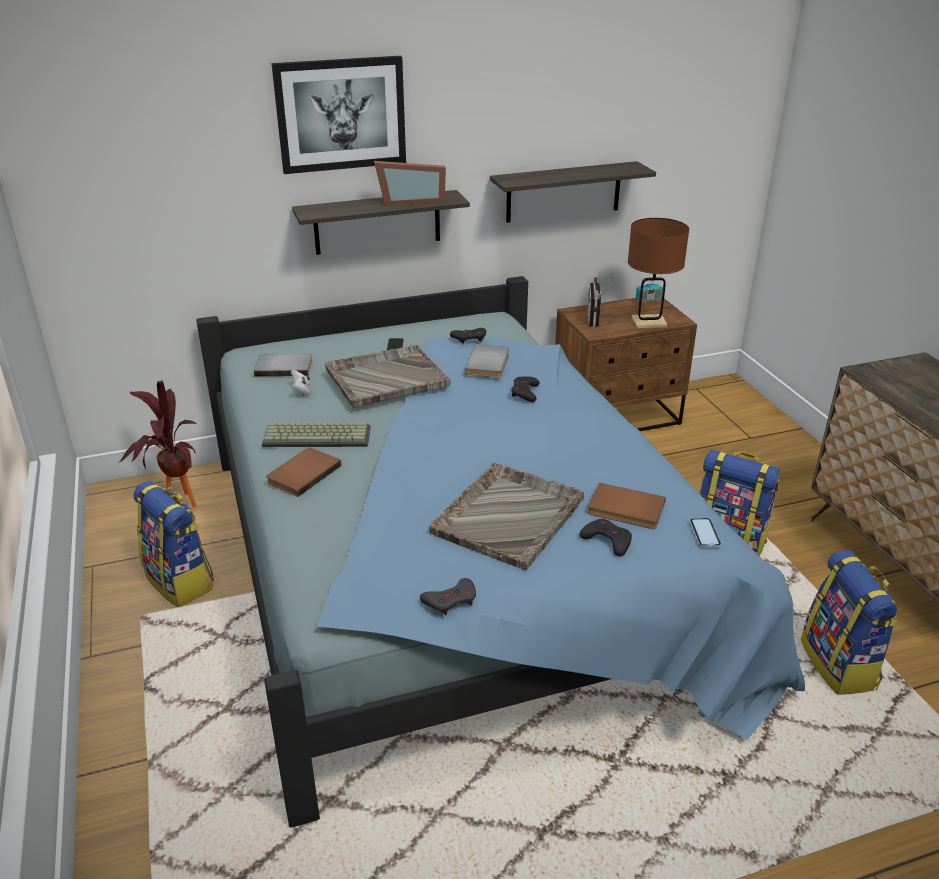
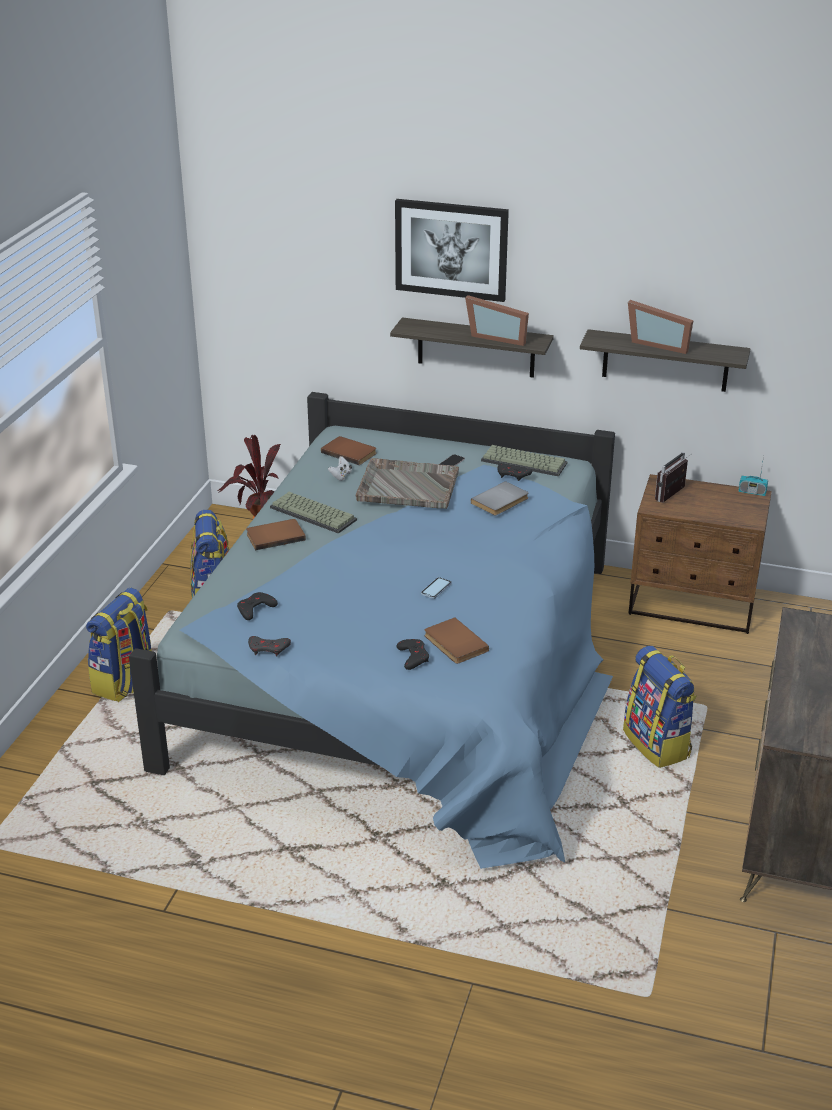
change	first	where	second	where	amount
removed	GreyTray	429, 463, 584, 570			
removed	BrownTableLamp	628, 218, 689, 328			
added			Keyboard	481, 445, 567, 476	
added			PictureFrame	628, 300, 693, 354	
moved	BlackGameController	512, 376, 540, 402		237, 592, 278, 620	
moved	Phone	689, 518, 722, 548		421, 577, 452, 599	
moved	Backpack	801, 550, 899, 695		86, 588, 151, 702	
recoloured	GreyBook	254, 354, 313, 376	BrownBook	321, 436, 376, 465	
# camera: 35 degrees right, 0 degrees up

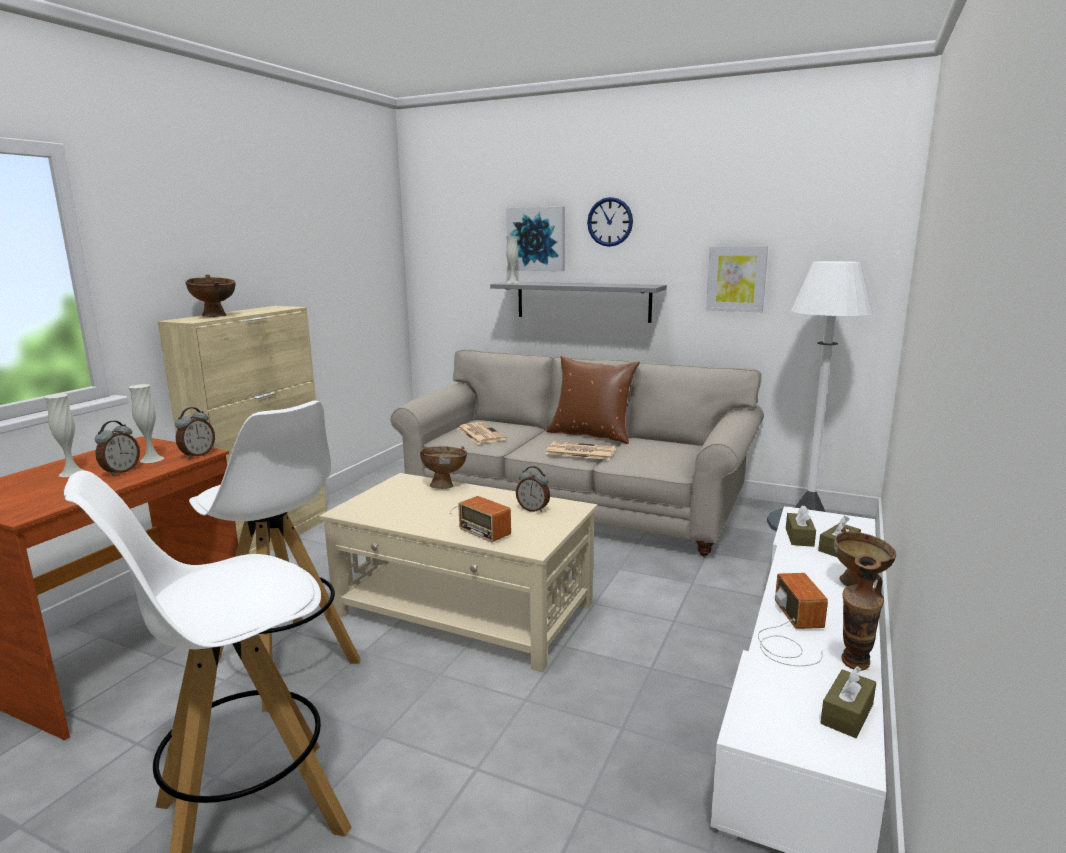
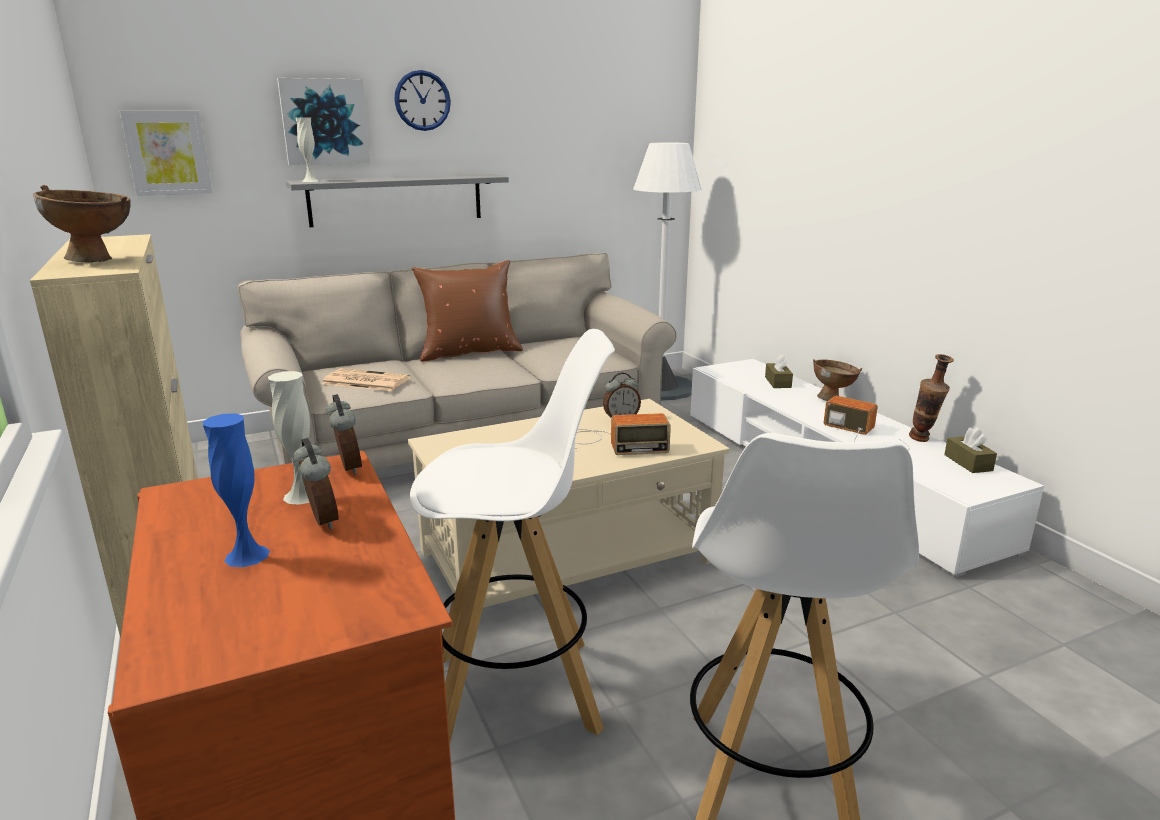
change	first	where	second	where	amount
removed	BrownBowl	420, 446, 467, 489			
removed	Newspaper	546, 441, 616, 460			
removed	BrownTissueBox	786, 505, 816, 547			
moved	Picture	706, 246, 768, 312		120, 110, 212, 196	
recoloured	WhiteVase	44, 394, 85, 477	BlueVase	203, 413, 270, 567	
# camera: 50 degrees left, 5 degrees up

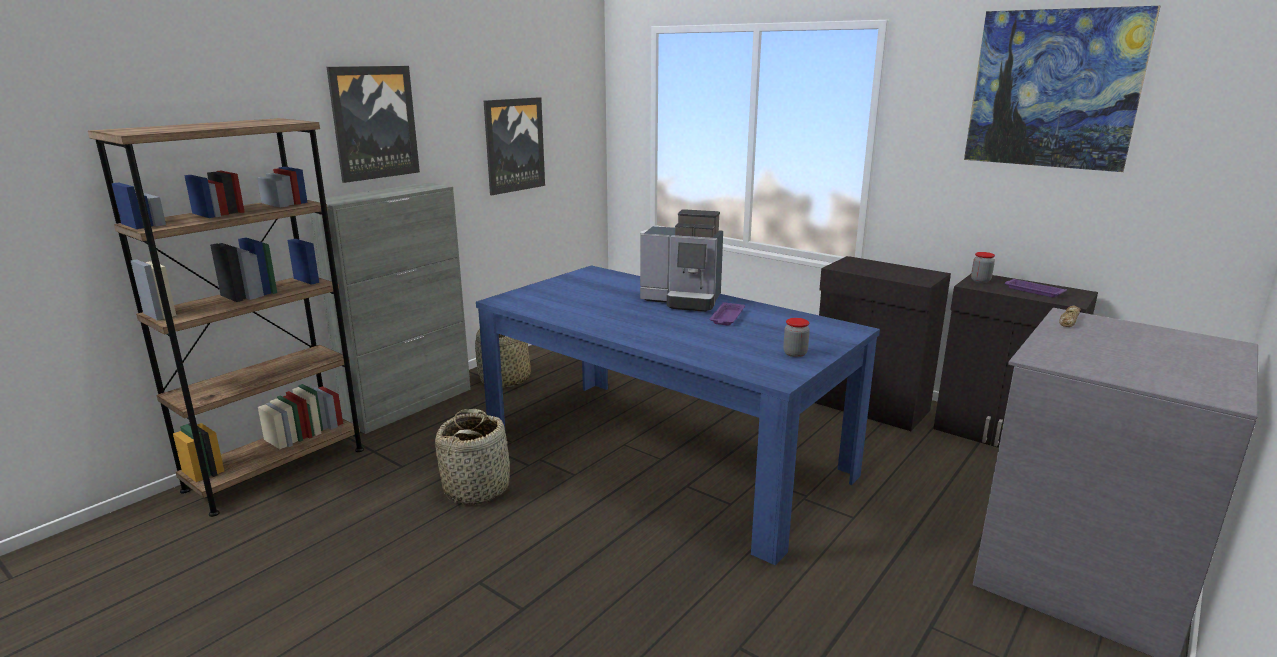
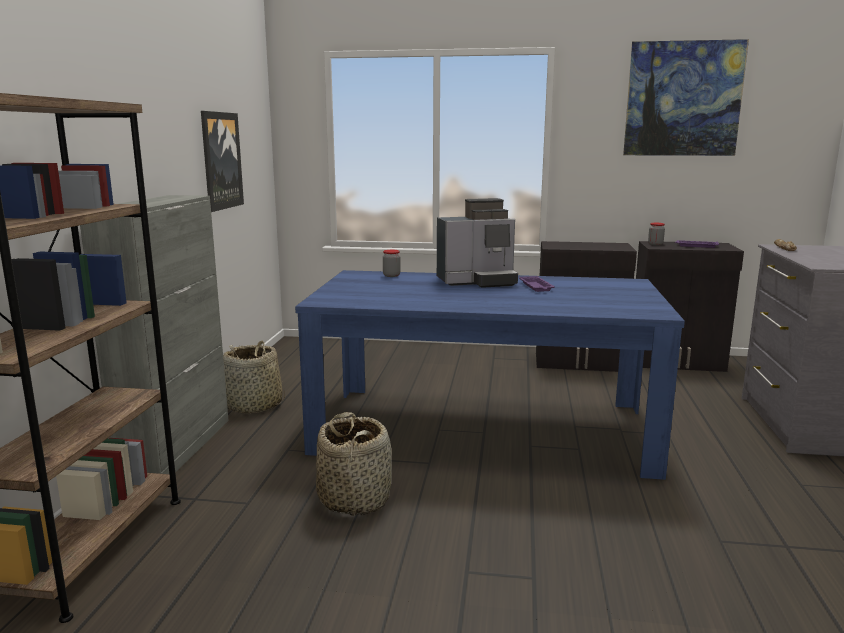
change	first	where	second	where	amount
removed	Picture	326, 66, 420, 183			
moved	Jar	783, 318, 810, 357		383, 250, 401, 277	
# camera: 30 degrees left, 5 degrees down

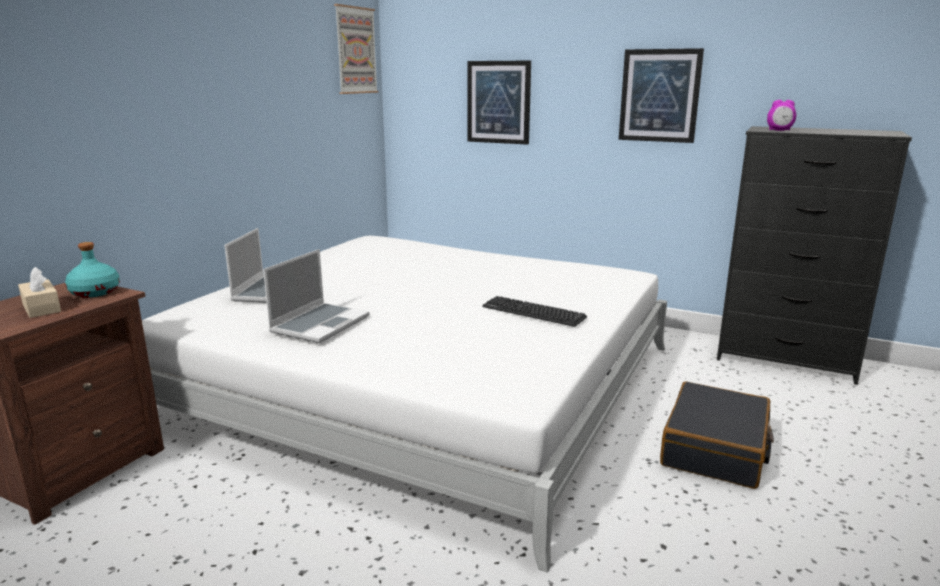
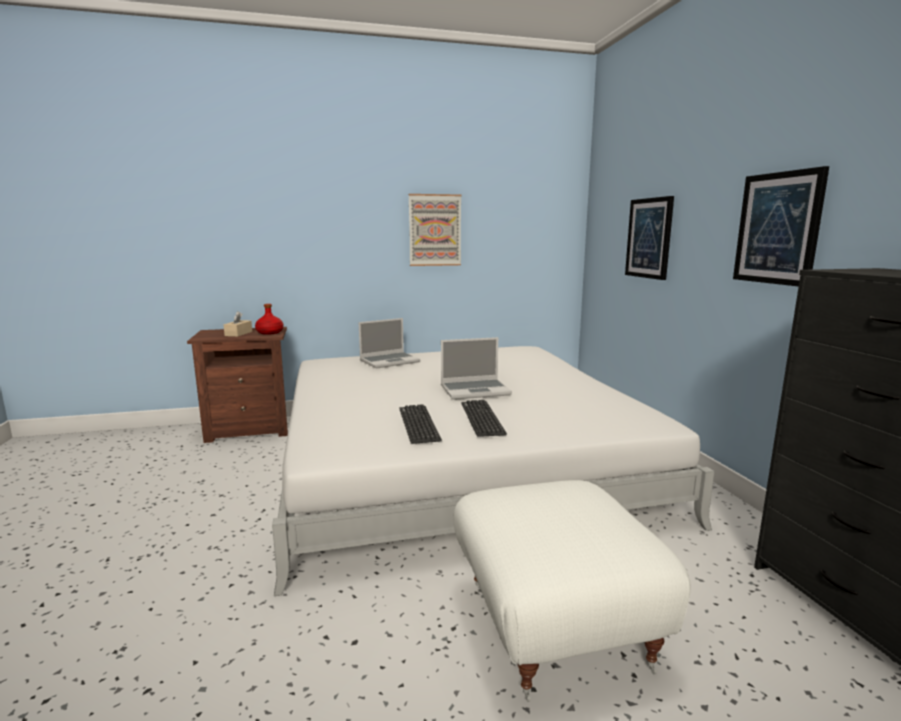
change	first	where	second	where	amount
removed	AlarmClock	767, 100, 796, 131			
added			Keyboard	399, 404, 442, 444	
moved	Laptop	263, 249, 369, 343		441, 337, 512, 400	
moved	Picture	334, 4, 379, 94		409, 194, 461, 266	
replaced	BlackSuitcase	660, 382, 774, 489	WhiteOttoman	453, 480, 690, 702	
recoloured	TurquoiseBottle	65, 242, 120, 298	RedBottle	255, 304, 284, 335	
# camera: 50 degrees right, 5 degrees down

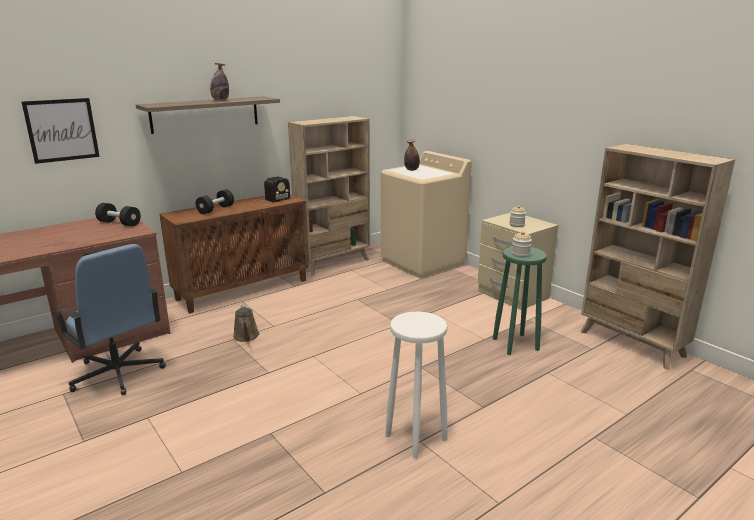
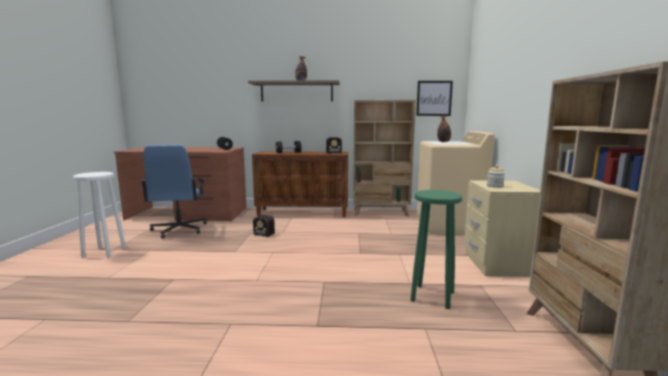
change	first	where	second	where	amount
removed	Jar	512, 231, 532, 258			
moved	Picture	22, 98, 100, 164		416, 81, 453, 116	
moved	WhiteStool	385, 312, 447, 459		73, 172, 126, 258	
replaced	BrownWateringCan	233, 304, 260, 342	Radio	248, 215, 275, 237	
# camera: 40 degrees right, 10 degrees down

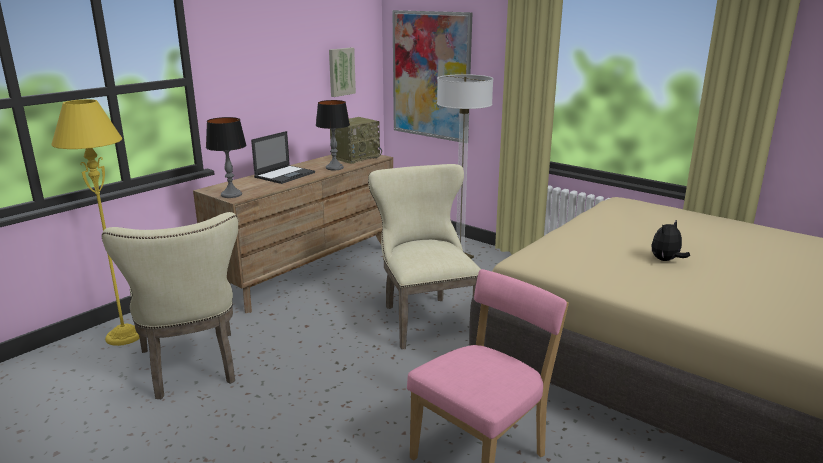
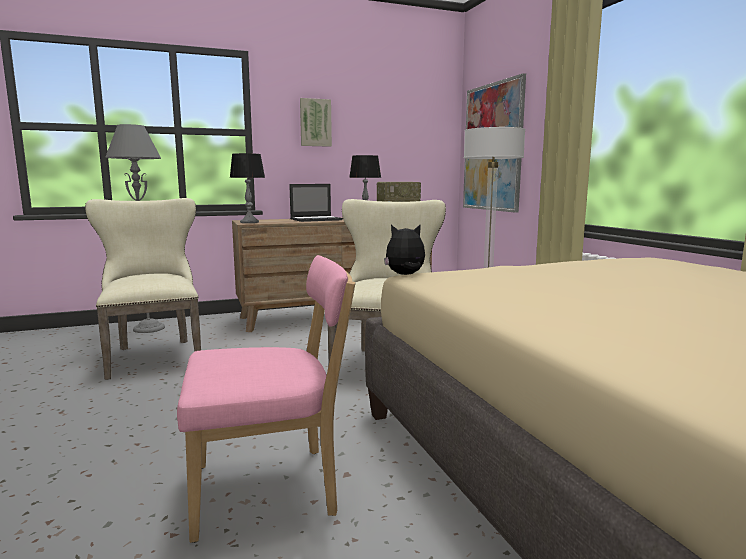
change	first	where	second	where	amount
moved	Picture	329, 48, 356, 97		300, 98, 332, 147	
moved	PlushToy	652, 219, 690, 261		384, 225, 425, 275	
recoloured	YellowFloorLamp	52, 99, 140, 346	GreyFloorLamp	105, 124, 165, 333	
turned	BeigeChair	102, 212, 238, 399		85, 198, 201, 380	150 degrees clockwise
# camera: 30 degrees right, 10 degrees down

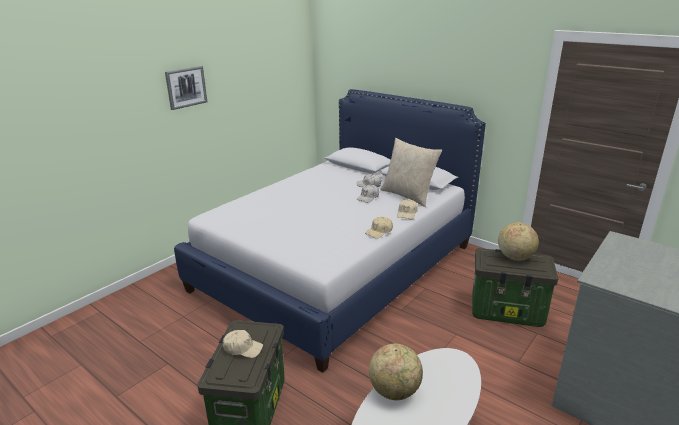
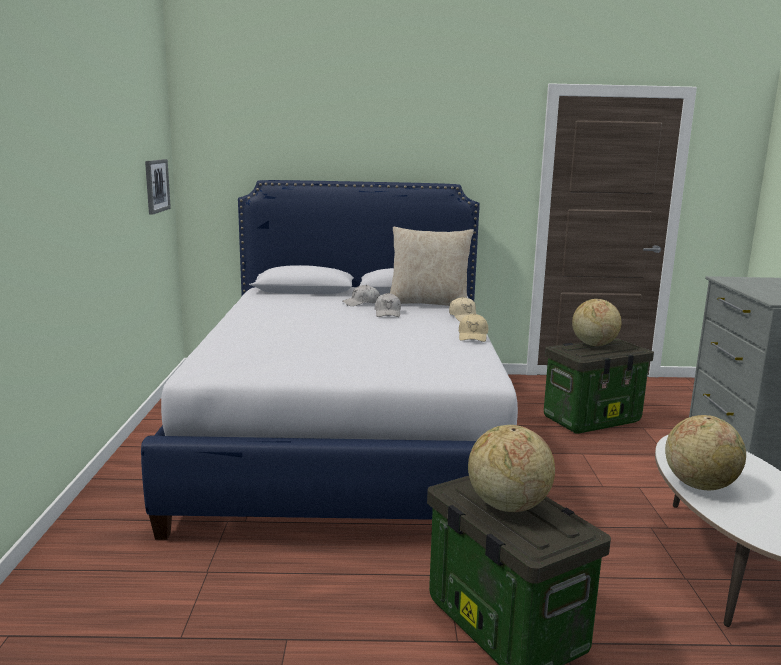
change	first	where	second	where	amount
moved	Picture	165, 66, 207, 110		145, 159, 171, 215	
replaced	BeigeCap	223, 330, 263, 358	Globe	468, 425, 555, 512	
# camera: 40 degrees left, 10 degrees down

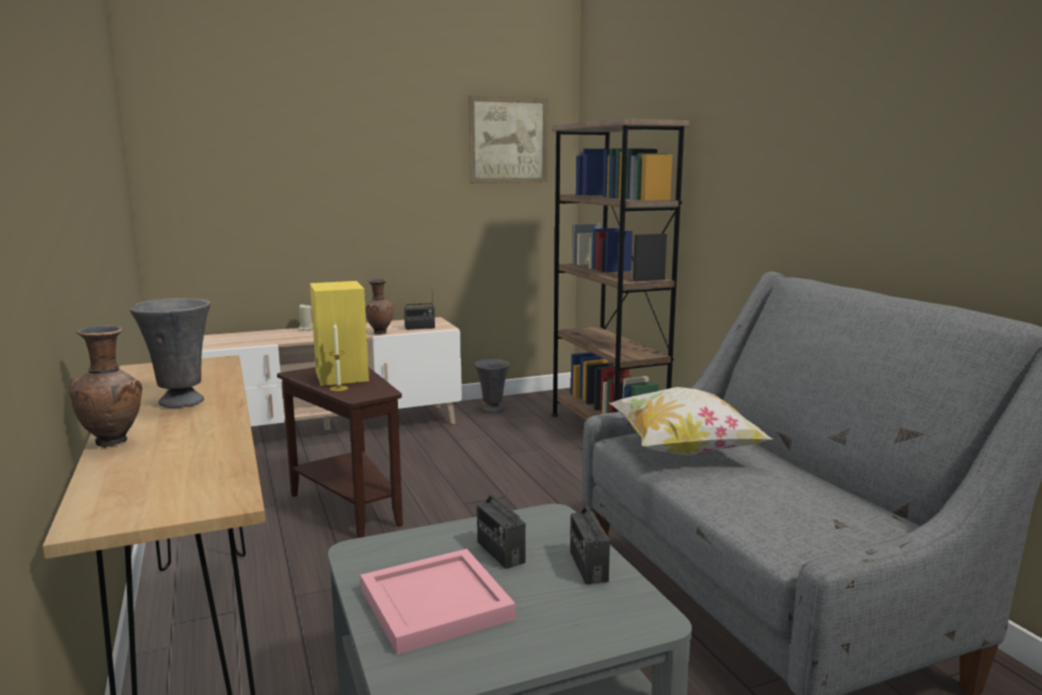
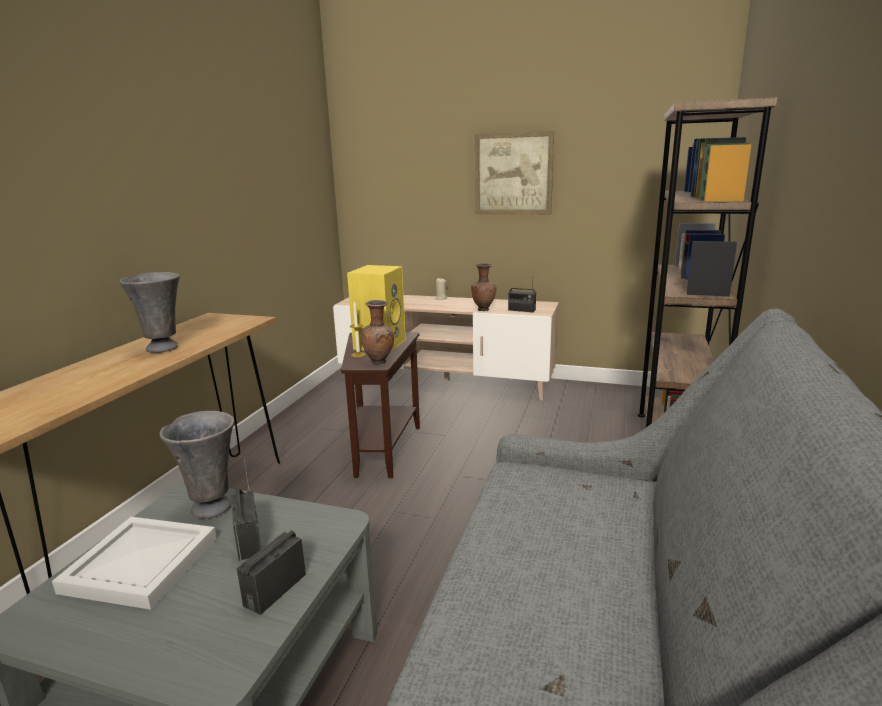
change	first	where	second	where	amount
removed	Pillow	609, 387, 773, 455			
moved	BrownVase	69, 325, 143, 448		361, 300, 394, 365	
moved	Picture	468, 96, 548, 184		475, 131, 554, 214	
moved	GreyVase	475, 359, 510, 413		159, 411, 234, 519	
recoloured	PinkTray	360, 549, 515, 655	WhiteTray	52, 517, 217, 610	
turned	Radio	477, 479, 526, 569		231, 454, 261, 561	150 degrees clockwise
# camera: 40 degrees right, 5 degrees up

